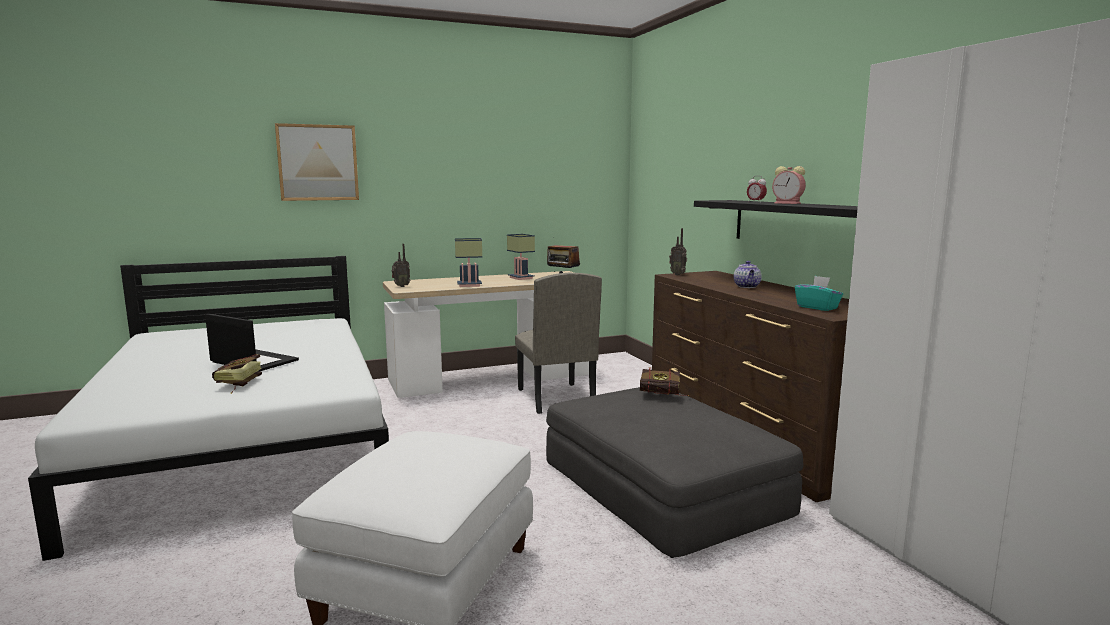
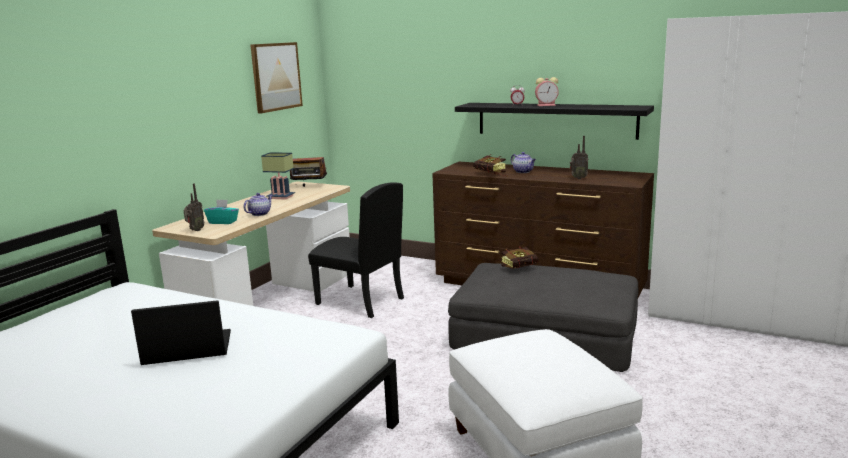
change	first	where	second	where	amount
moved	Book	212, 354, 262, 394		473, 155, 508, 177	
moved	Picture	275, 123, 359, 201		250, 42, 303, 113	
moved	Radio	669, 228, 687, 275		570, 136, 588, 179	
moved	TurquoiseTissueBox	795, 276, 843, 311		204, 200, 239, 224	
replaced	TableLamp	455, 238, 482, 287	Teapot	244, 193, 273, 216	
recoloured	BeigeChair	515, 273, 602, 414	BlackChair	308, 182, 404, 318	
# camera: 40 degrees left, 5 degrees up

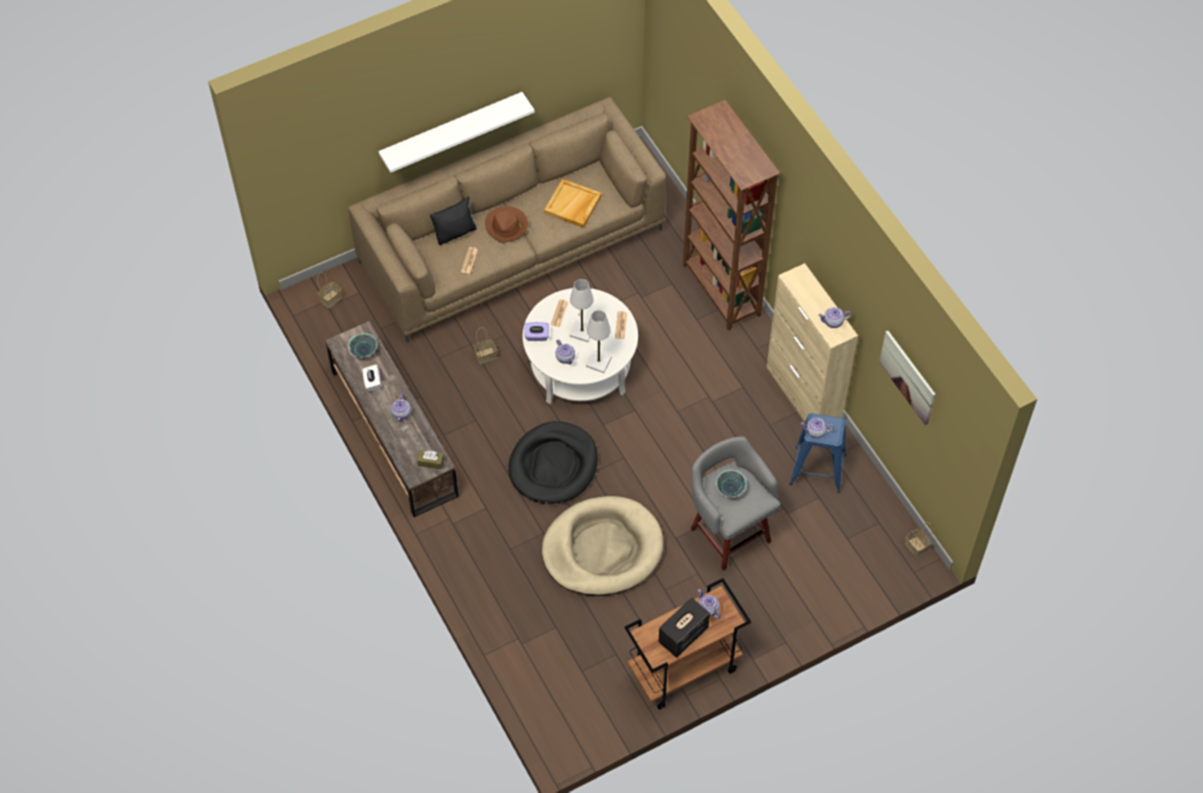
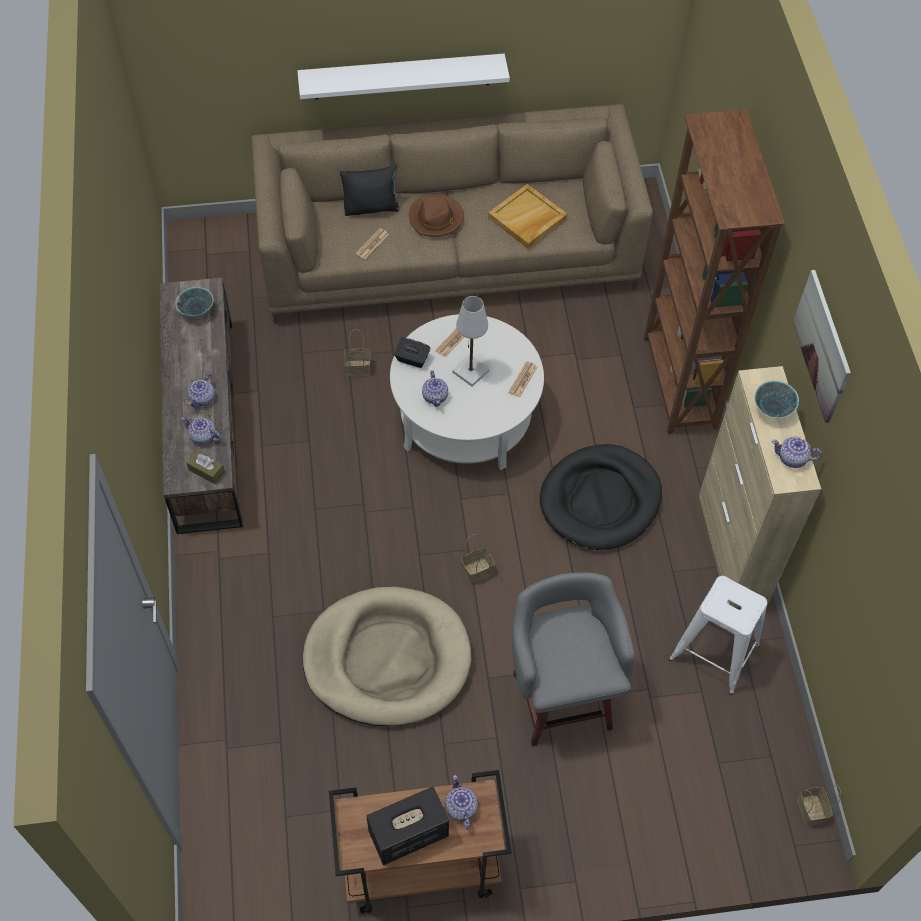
change	first	where	second	where	amount
removed	WhiteTissueBox	363, 364, 381, 391			
removed	WhiteTableLamp	586, 310, 612, 373			
moved	Basket	317, 272, 342, 308		461, 534, 495, 583	
moved	BlackDogBed	508, 421, 598, 504		540, 444, 662, 550	
moved	Bowl	716, 470, 746, 497		754, 380, 799, 418	
moved	Teapot	801, 418, 834, 438		181, 417, 221, 445	
moved	Picture	879, 331, 936, 425		792, 270, 851, 423	
recoloured	PurpleTissueBox	524, 322, 549, 341	BlackTissueBox	394, 338, 431, 368	
recoloured	BlueStool	790, 413, 846, 493	WhiteStool	669, 576, 767, 695	
# camera: 20 degrees right, 0 degrees up

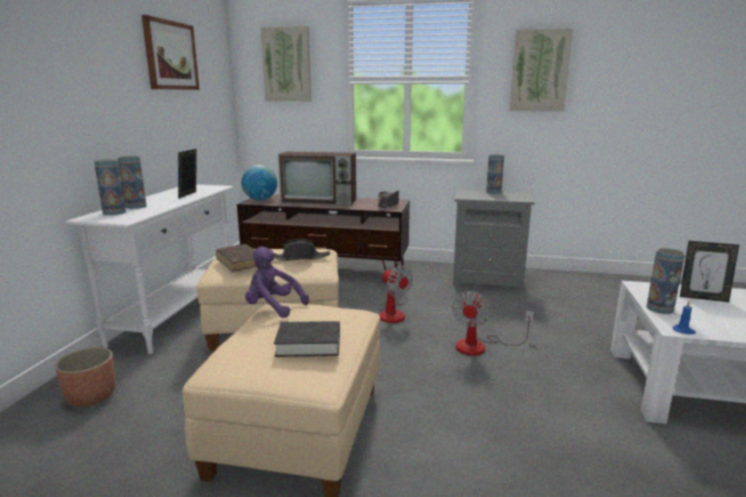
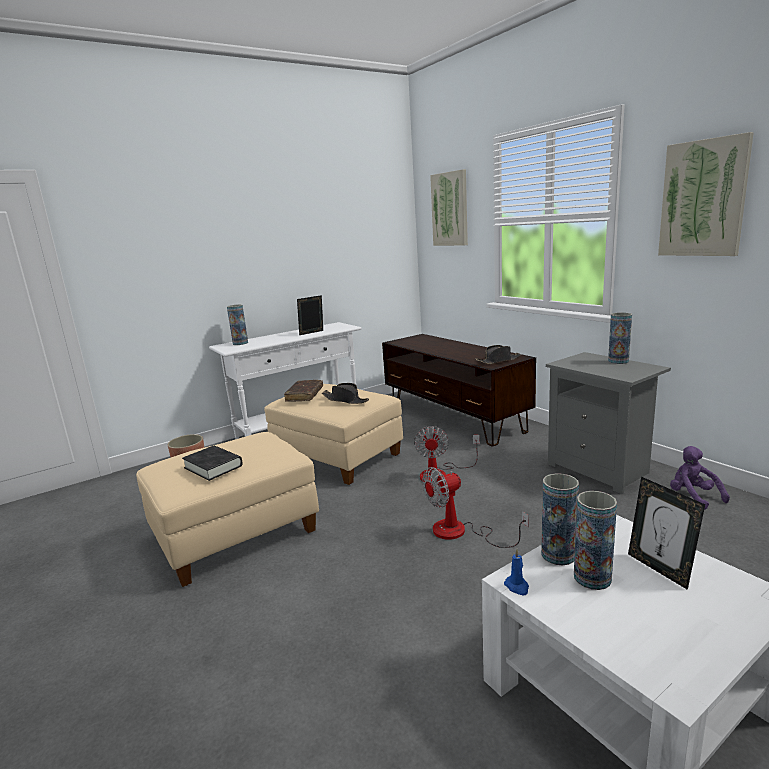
change	first	where	second	where	amount
removed	Picture	142, 15, 199, 90			
removed	Globe	241, 165, 277, 201			
removed	Television	278, 152, 356, 205			
moved	Vase	118, 156, 147, 209		574, 491, 617, 590	
moved	PurplePlushToy	245, 247, 309, 318		670, 446, 730, 510	
# camera: 45 degrees right, 0 degrees up

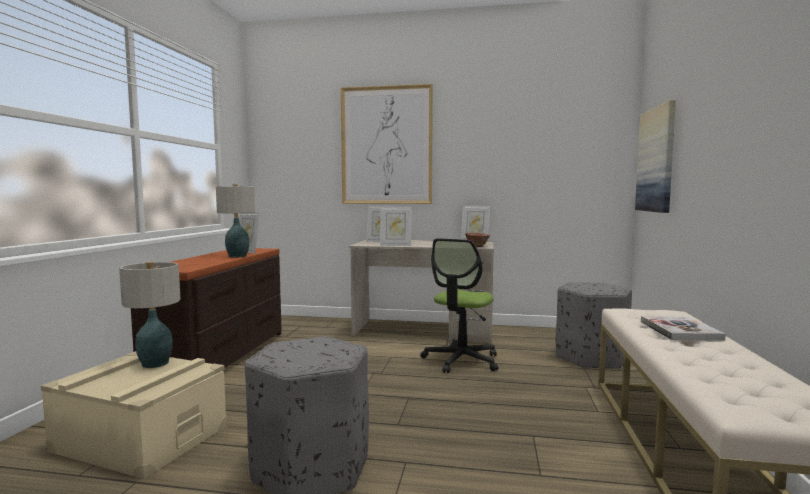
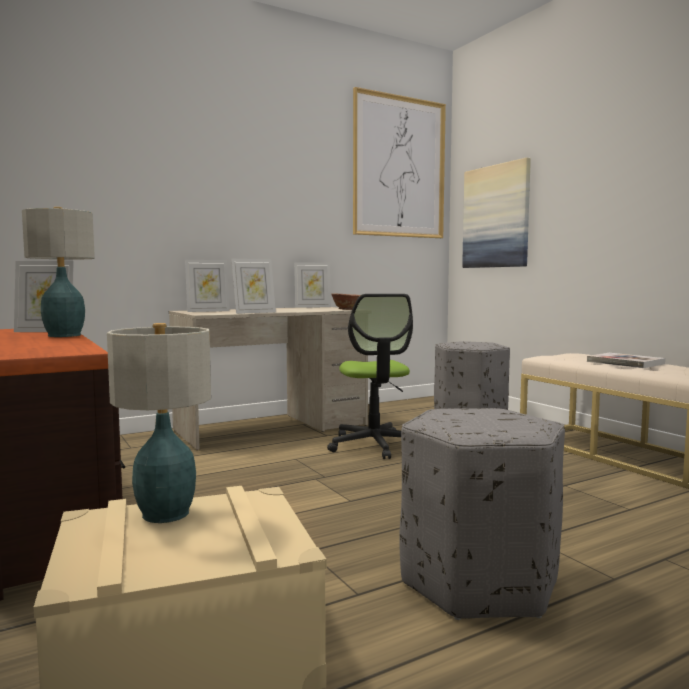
change	first	where	second	where	amount
moved	Picture	341, 84, 433, 204		353, 87, 446, 238	
# camera: 40 degrees left, 0 degrees up

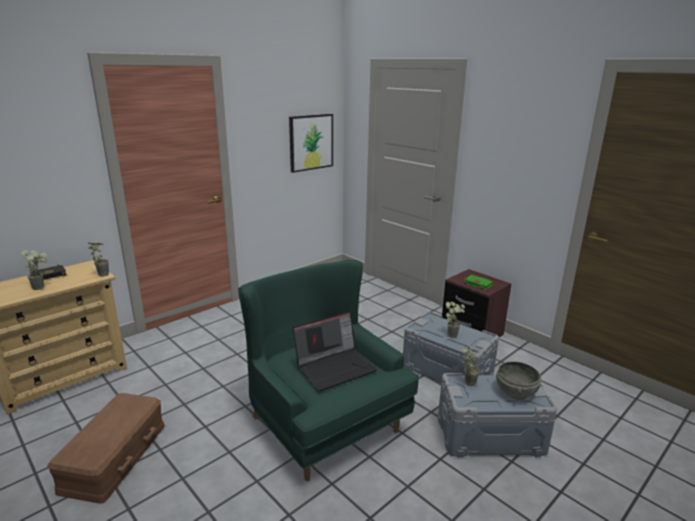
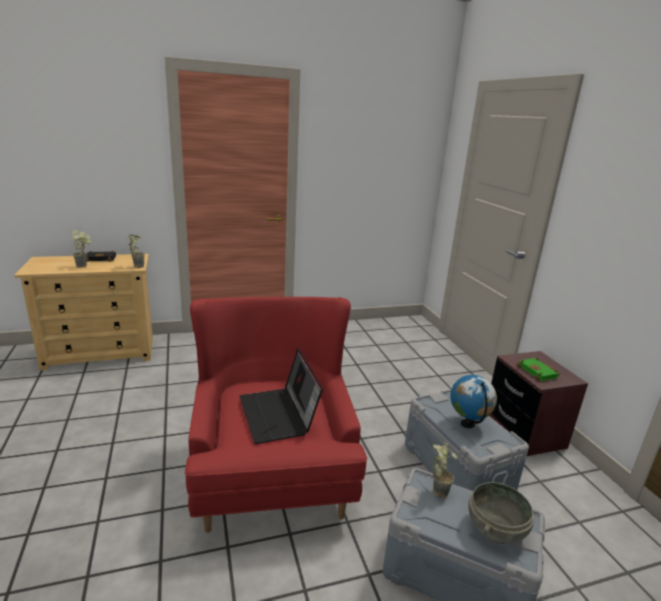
change	first	where	second	where	amount
removed	BrownStorageBox	47, 393, 165, 504			
removed	Picture	289, 114, 333, 173			
replaced	PottedPlant	446, 302, 465, 338	Globe	450, 375, 497, 428	
recoloured	GreenArmchair	238, 260, 419, 481	RedArmchair	185, 297, 367, 533	
turned	Laptop	292, 311, 377, 391		239, 349, 323, 444	75 degrees clockwise
# camera: 25 degrees right, 0 degrees up

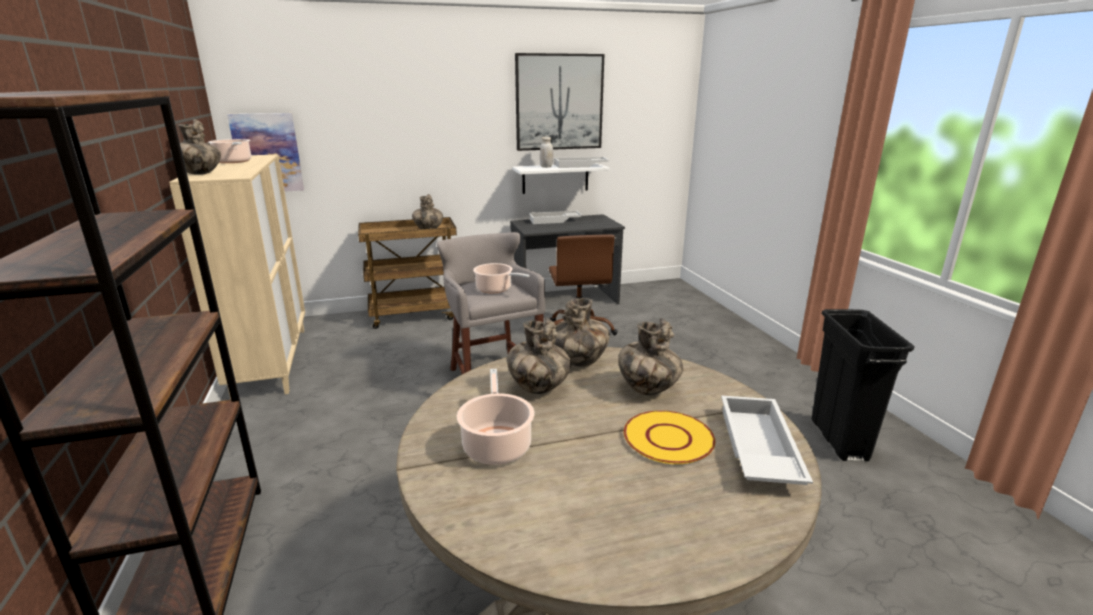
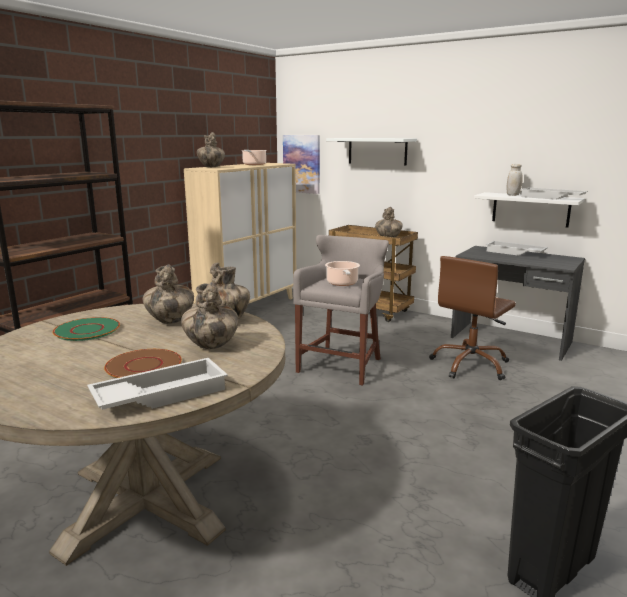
change	first	where	second	where	amount
removed	Picture	515, 53, 604, 151			
added			WhiteShelf	326, 138, 417, 166	
replaced	CookingPot	457, 369, 534, 465	GreenPlate	53, 317, 120, 341	
recoloured	YellowPlate	624, 410, 715, 464	BrownPlate	104, 349, 182, 378	
# camera: 50 degrees right, 5 degrees down

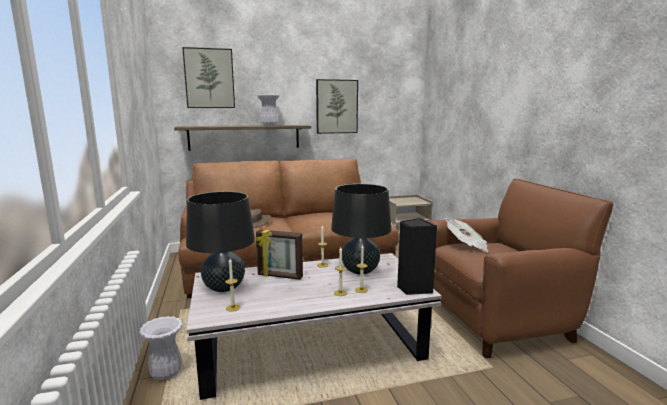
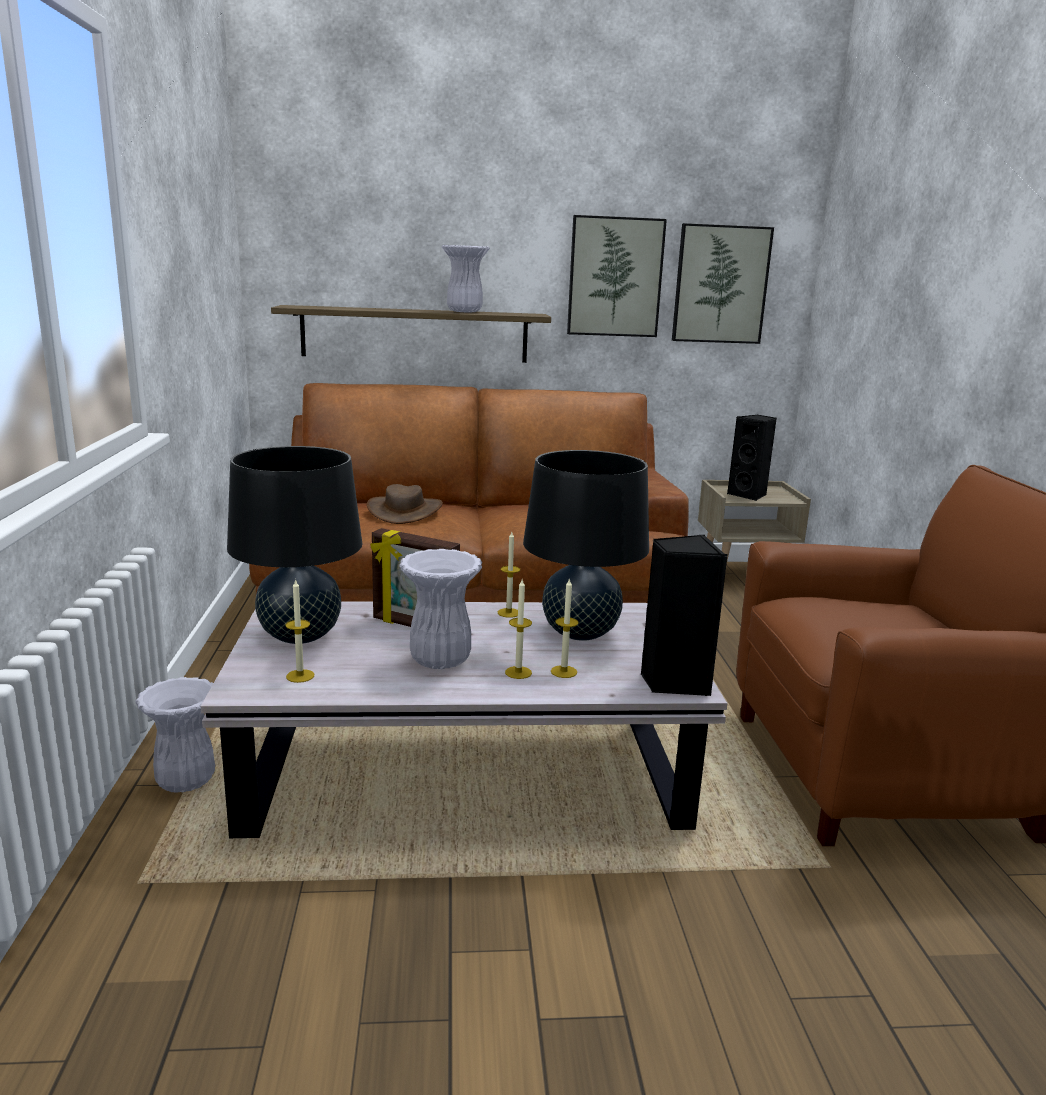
change	first	where	second	where	amount
removed	Newspaper	445, 218, 488, 252			
added			WhiteVase	400, 549, 482, 669	
added			BlackSpeaker	727, 415, 777, 501	
moved	Picture	182, 47, 235, 108		672, 223, 774, 344	
# camera: 10 degrees right, 5 degrees up

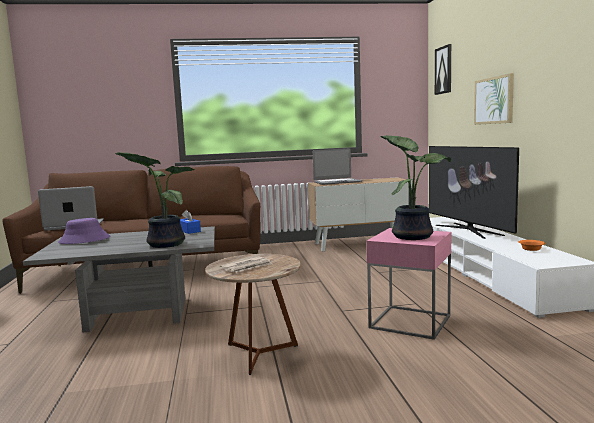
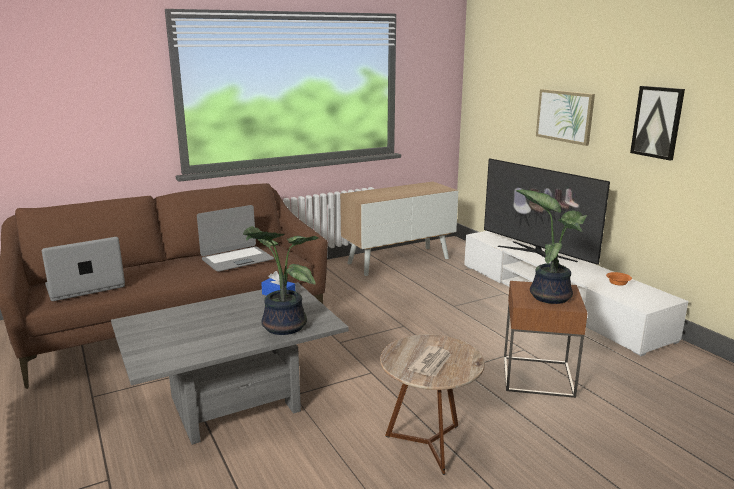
change	first	where	second	where	amount
removed	PurpleHat	58, 218, 110, 244			
moved	Laptop	313, 148, 362, 185		197, 205, 274, 272	
moved	Picture	435, 44, 451, 95		630, 86, 685, 161	
recoloured	PinkSideTable	366, 228, 451, 340	BrownSideTable	504, 281, 588, 398	
# camera: 20 degrees left, 10 degrees up

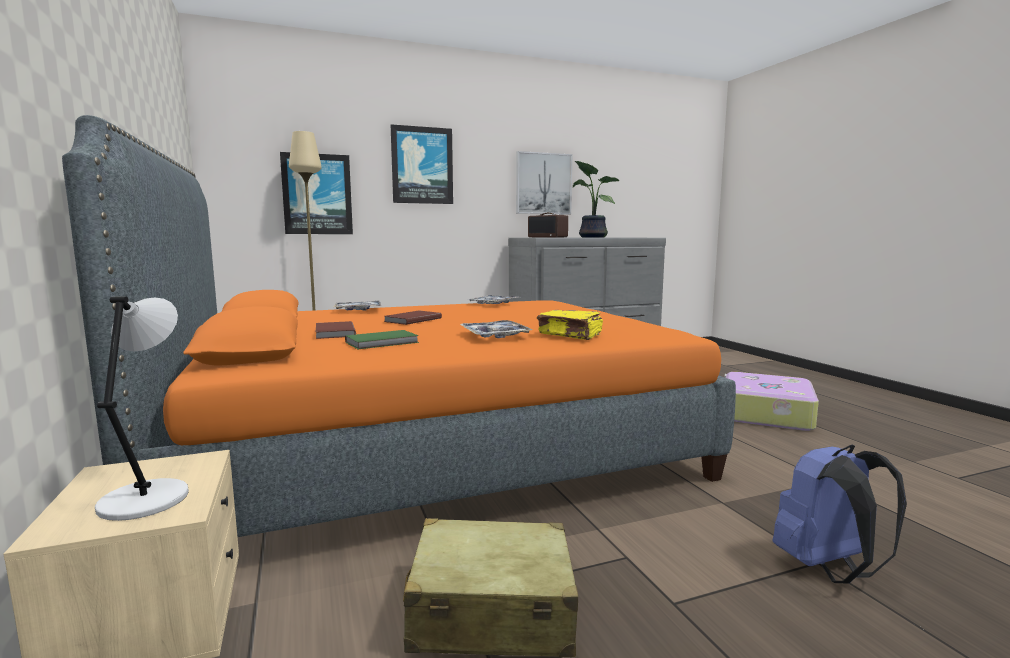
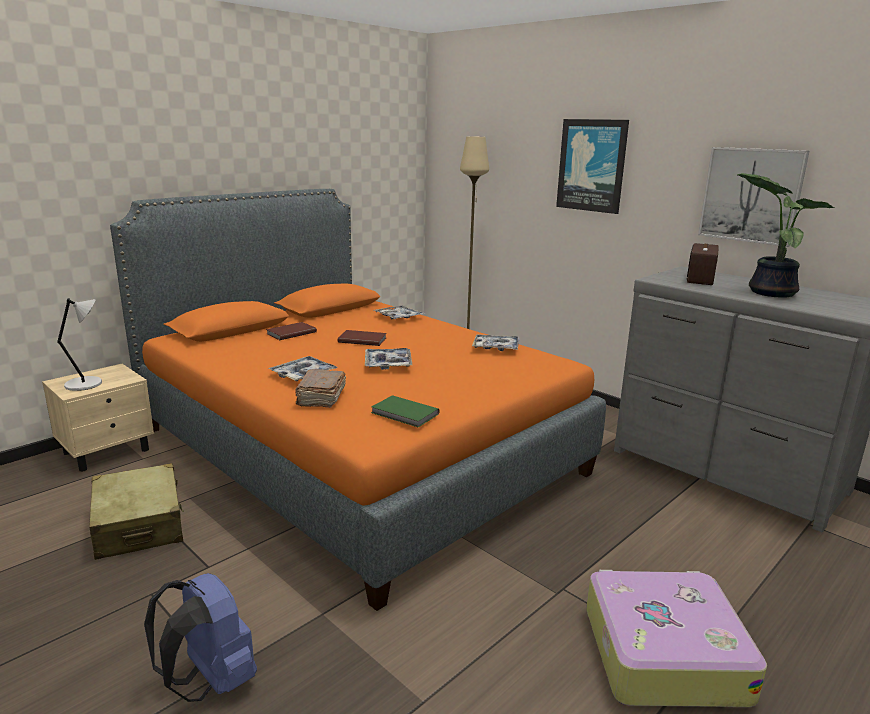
change	first	where	second	where	amount
removed	Picture	280, 152, 353, 234			
added			Tray	365, 348, 412, 370	
moved	GreenBook	345, 330, 419, 349		371, 395, 439, 427	
recoloured	YellowBook	537, 310, 603, 340	BrownBook	295, 369, 346, 408	
# camera: 65 degrees right, 10 degrees up

